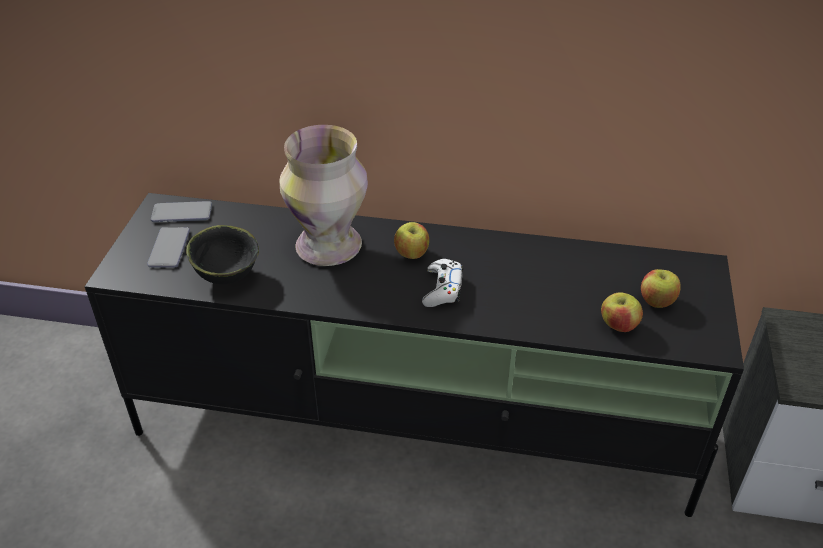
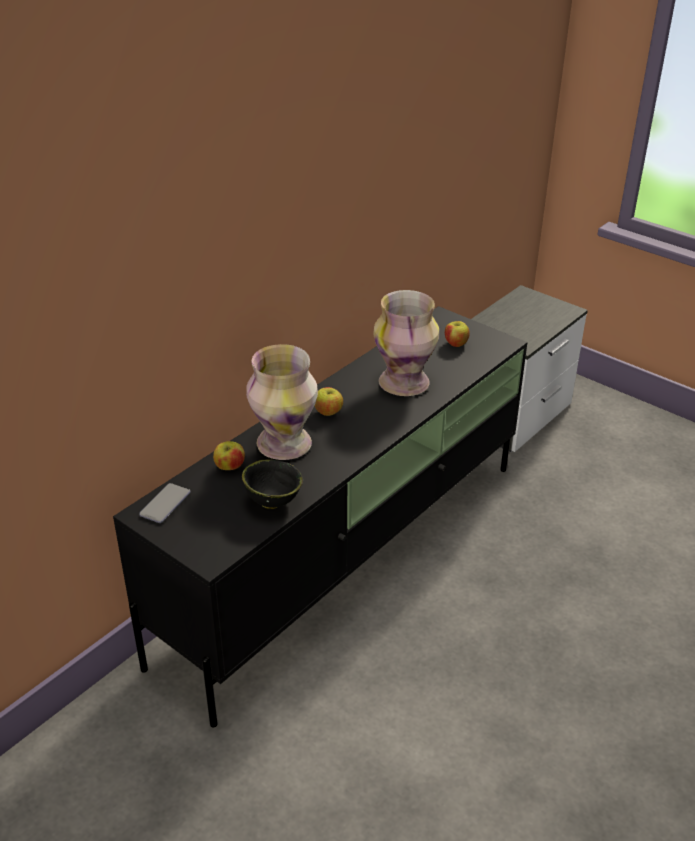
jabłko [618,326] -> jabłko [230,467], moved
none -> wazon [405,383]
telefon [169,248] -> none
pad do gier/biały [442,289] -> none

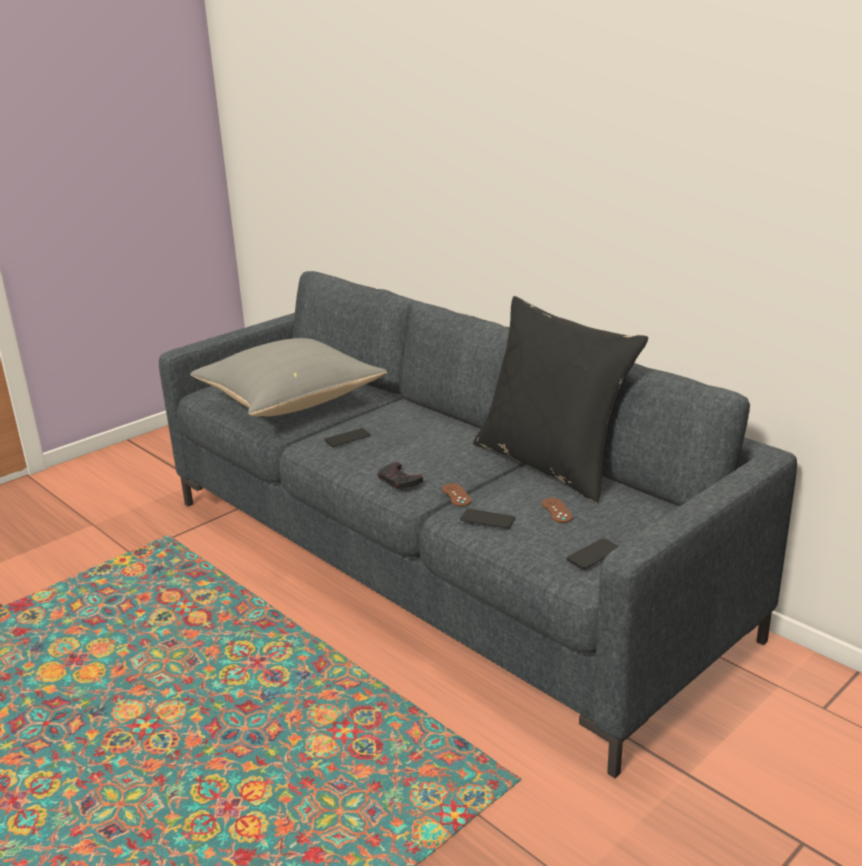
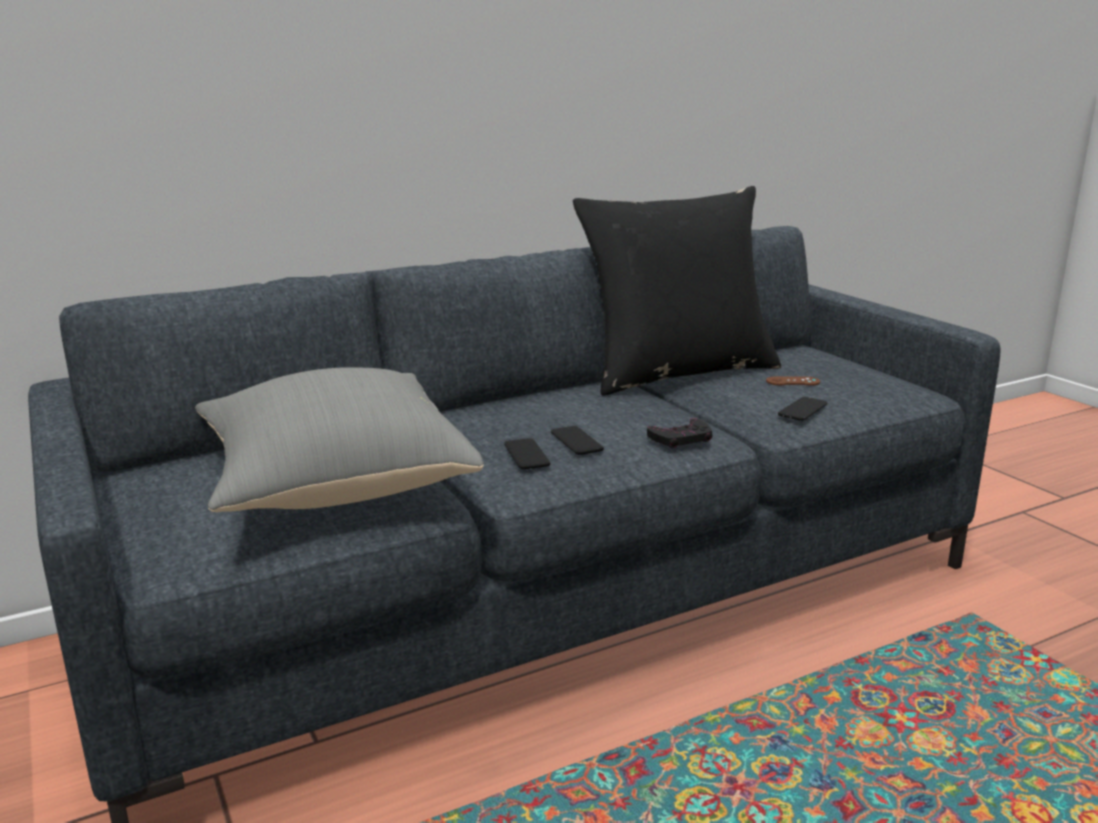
telefon [594,554] -> telefon [576,441], moved
pad do gier/brązowy [456,495] -> none

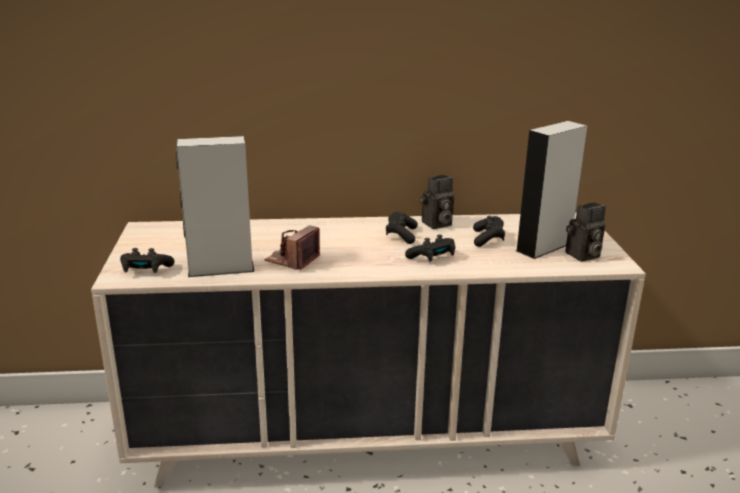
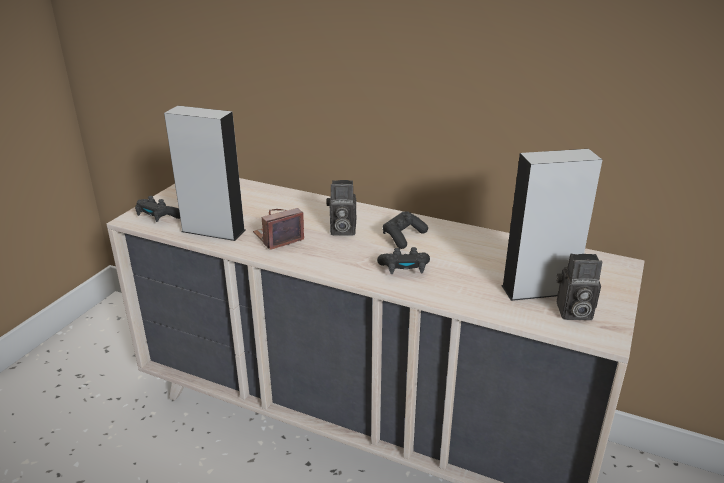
aparat fotograficzny [436,224] -> aparat fotograficzny [341,230], moved
pad do gier/czarny [488,239] -> none

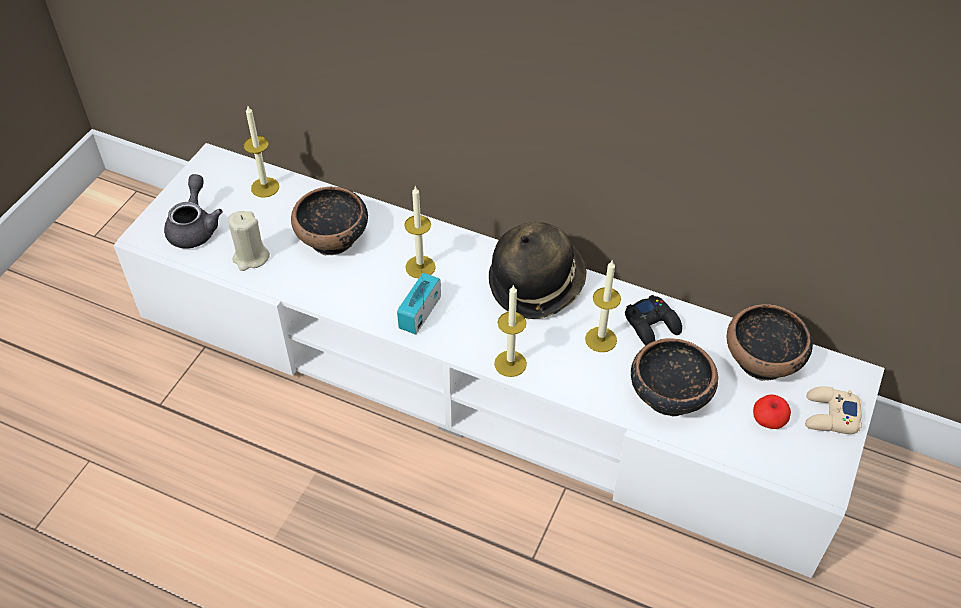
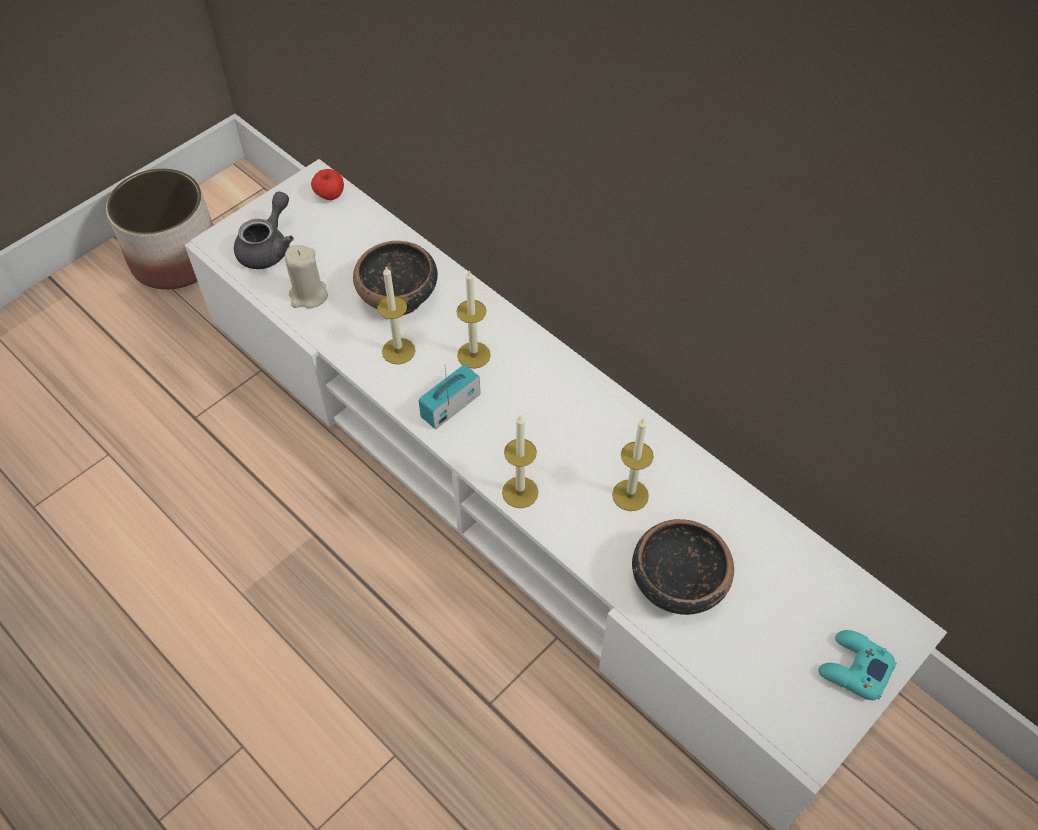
none -> donica [175,258]
jabłko [767,421] -> jabłko [330,195], moved
świeca [265,187] -> świeca [398,351], moved
pad do gier/beżowy [830,416] -> pad do gier/turkusowy [854,669]
kapelusz [536,284] -> none
pad do gier/czarny [652,325] -> none
miska [763,360] -> none

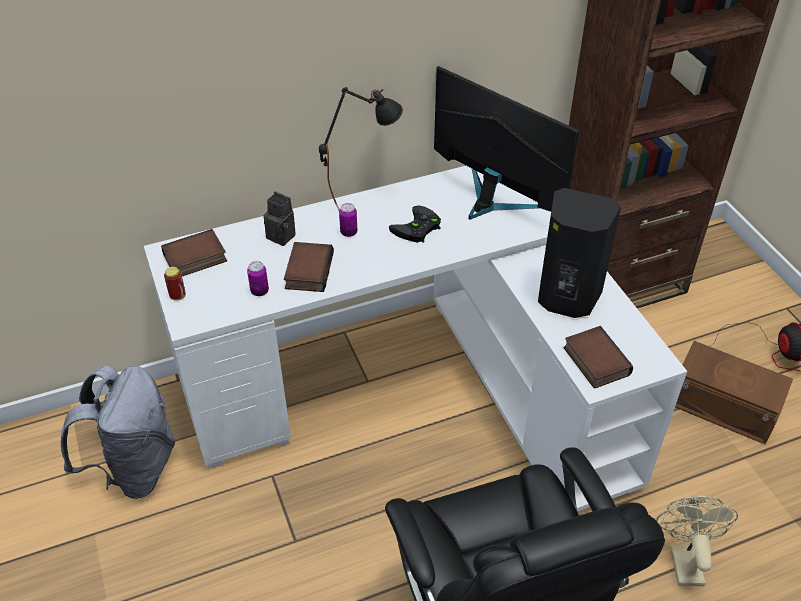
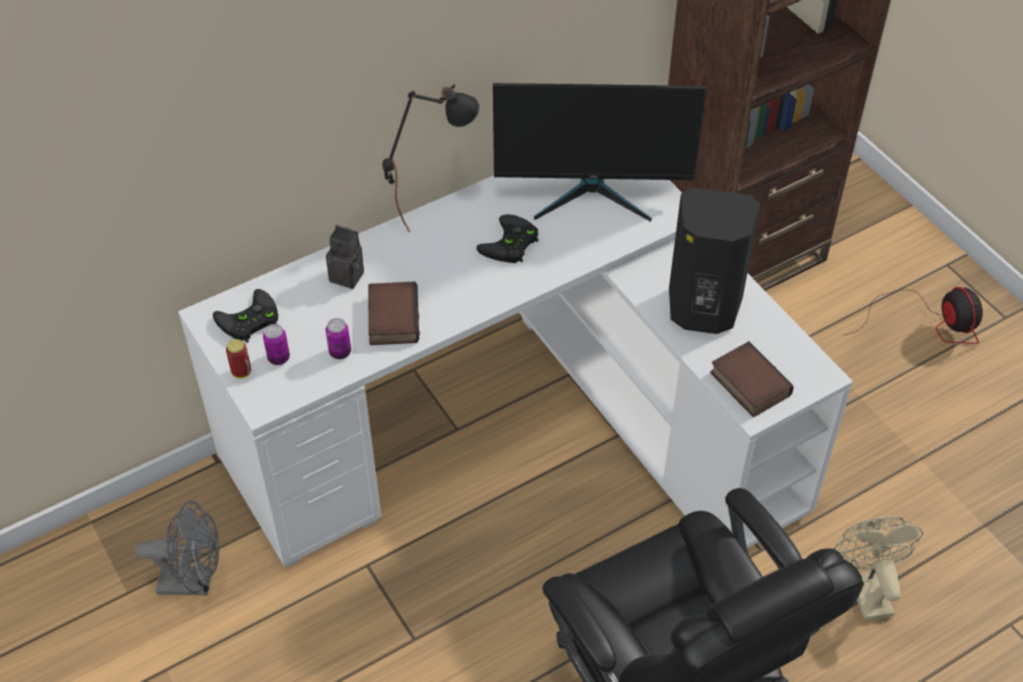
plecak/szary [135,468] -> wentylator/szary [194,582]
książka [195,259] -> pad do gier/czarny [248,321]
puszka [348,232] -> puszka [278,358], moved
monitor [492,200] -> monitor [593,194], 150 degrees clockwise
pojemnik do przechowywania/brązowy [721,405] -> none

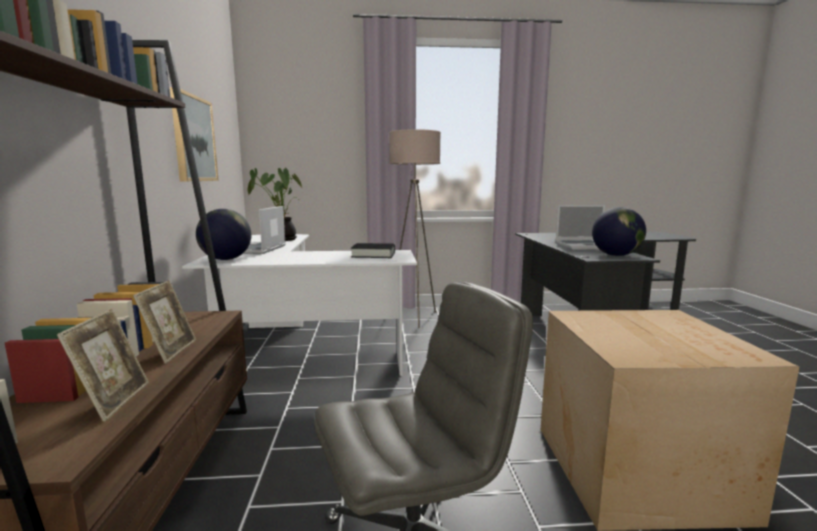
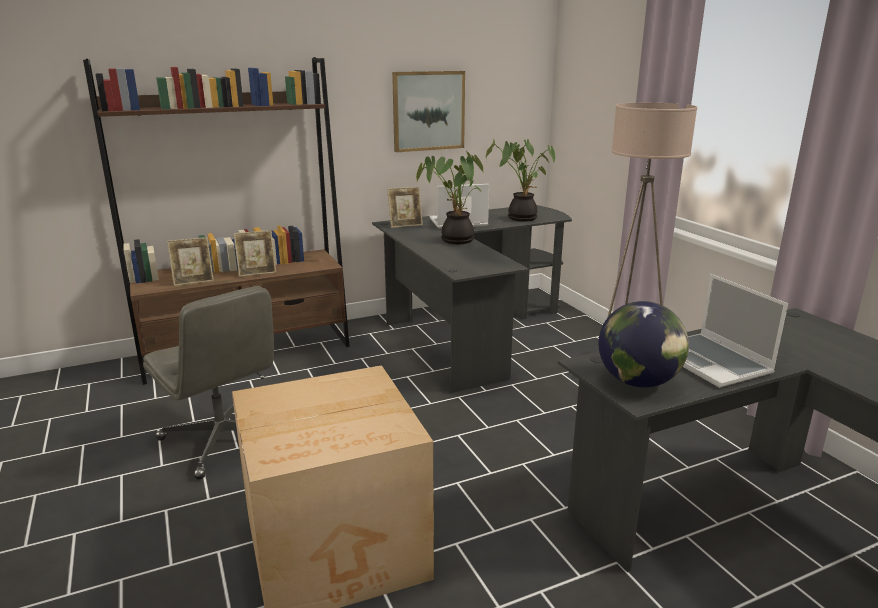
biurko/biały [293,348] -> biurko/czarny [469,329]
globus [226,259] -> ramka na zdjęcie [405,225]
none -> roślina doniczkowa [454,240]
książka/czarny [373,255] -> none

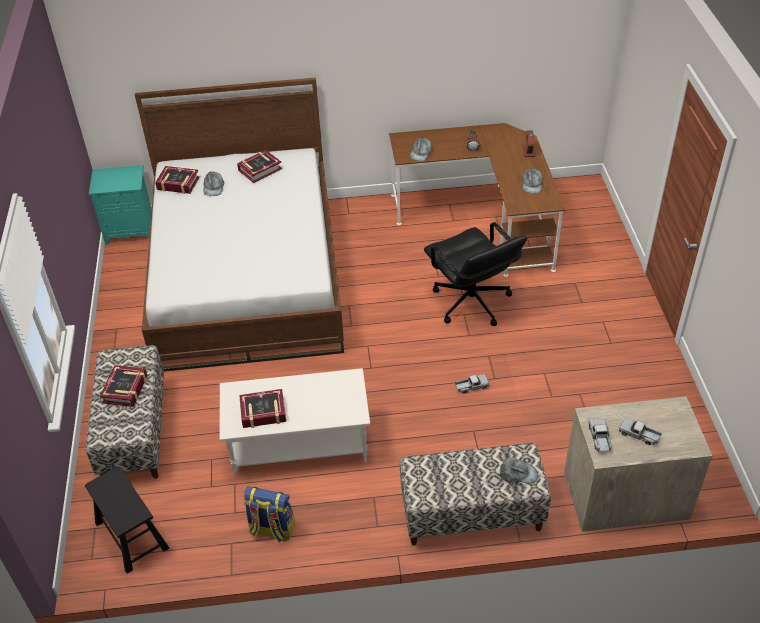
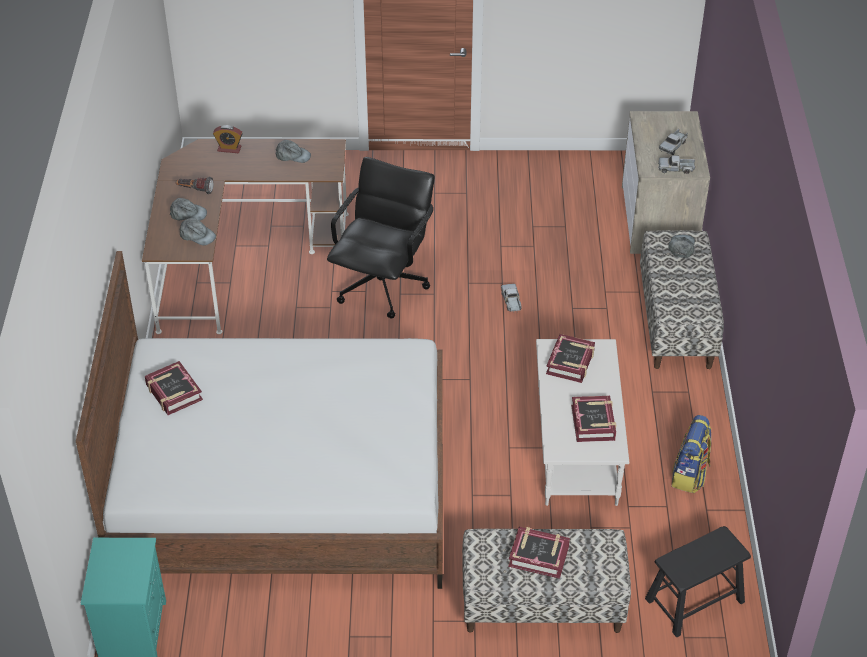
czapka z daszkiem/szary [213,187] -> czapka z daszkiem/szary [188,214], moved
krzesło biurowe/czarny [471,303] -> krzesło biurowe/czarny [382,285], 45 degrees counterclockwise
książka [178,183] -> książka [570,362], moved

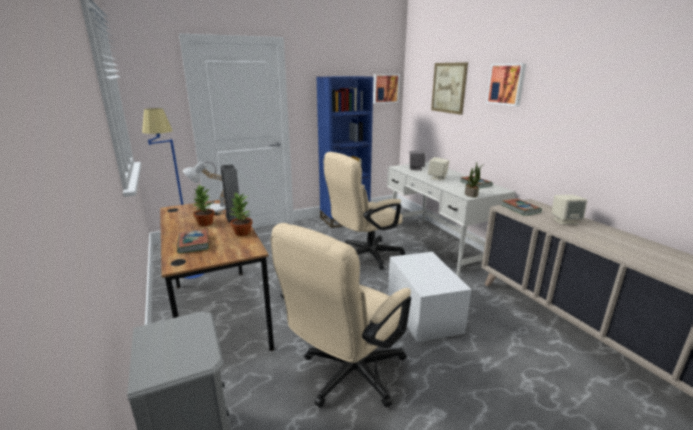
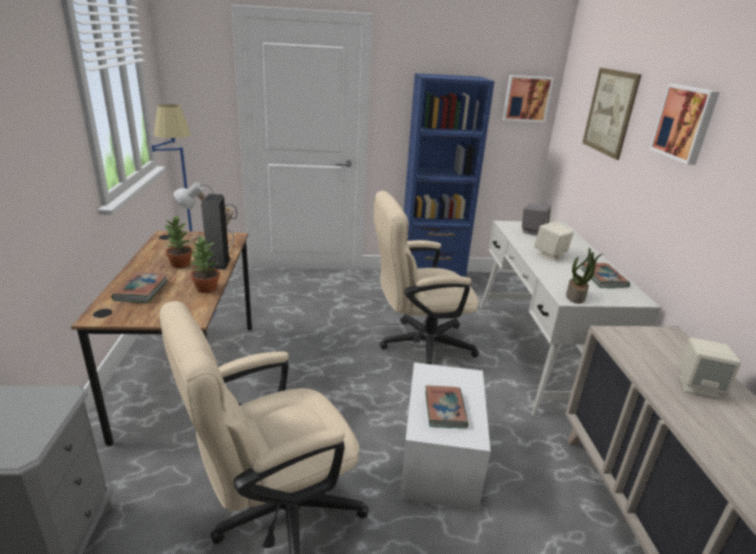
książka [520,209] -> książka [445,410], moved

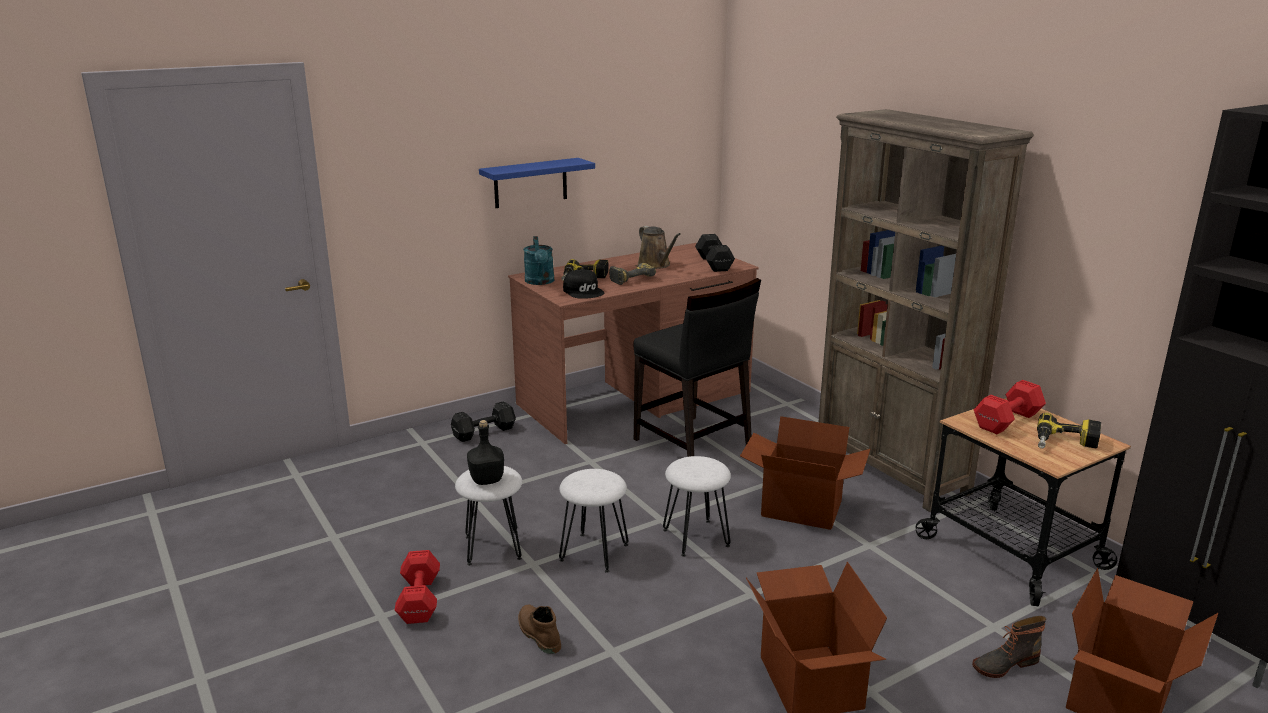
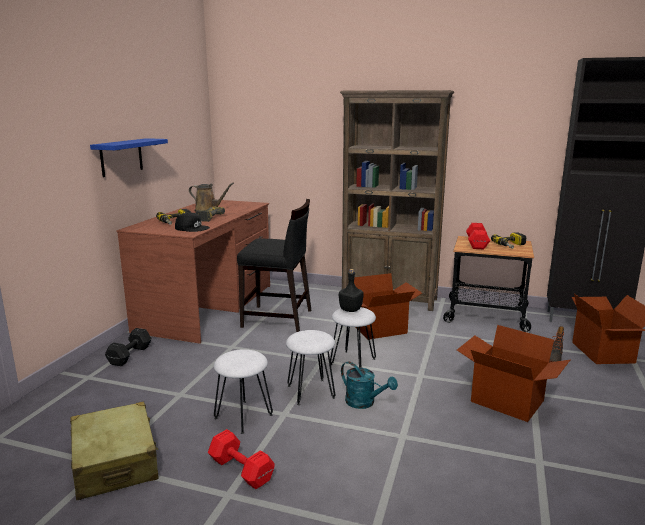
none -> walizka/beżowy [115,462]
butelka/czarny [486,480] -> butelka/czarny [350,310], moved
konewka/turkusowy [540,282] -> konewka/turkusowy [365,403], moved
but z cholewką/brązowy [538,634] -> none
hantel/czarny [714,263] -> none

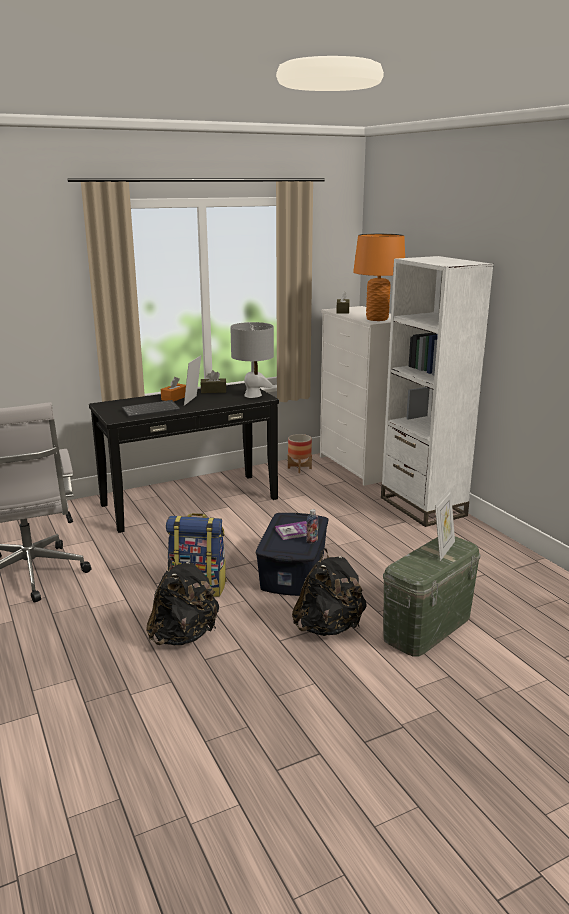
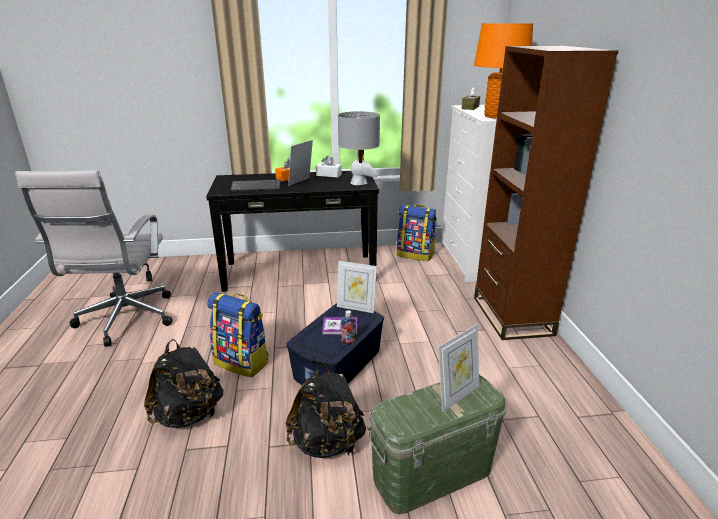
pudełko chusteczek/brązowy [213,391] -> pudełko chusteczek/biały [329,175]
none -> ramka na zdjęcie [356,307]
donica [299,468] -> plecak [415,254]
regał/biały [422,506] -> regał/brązowy [512,316]

